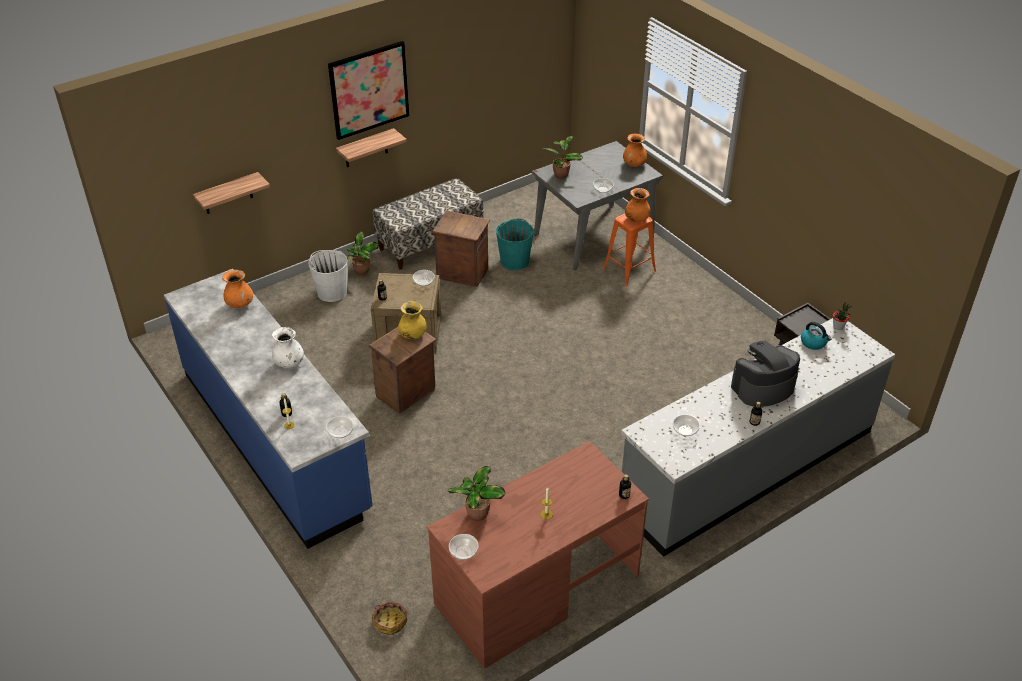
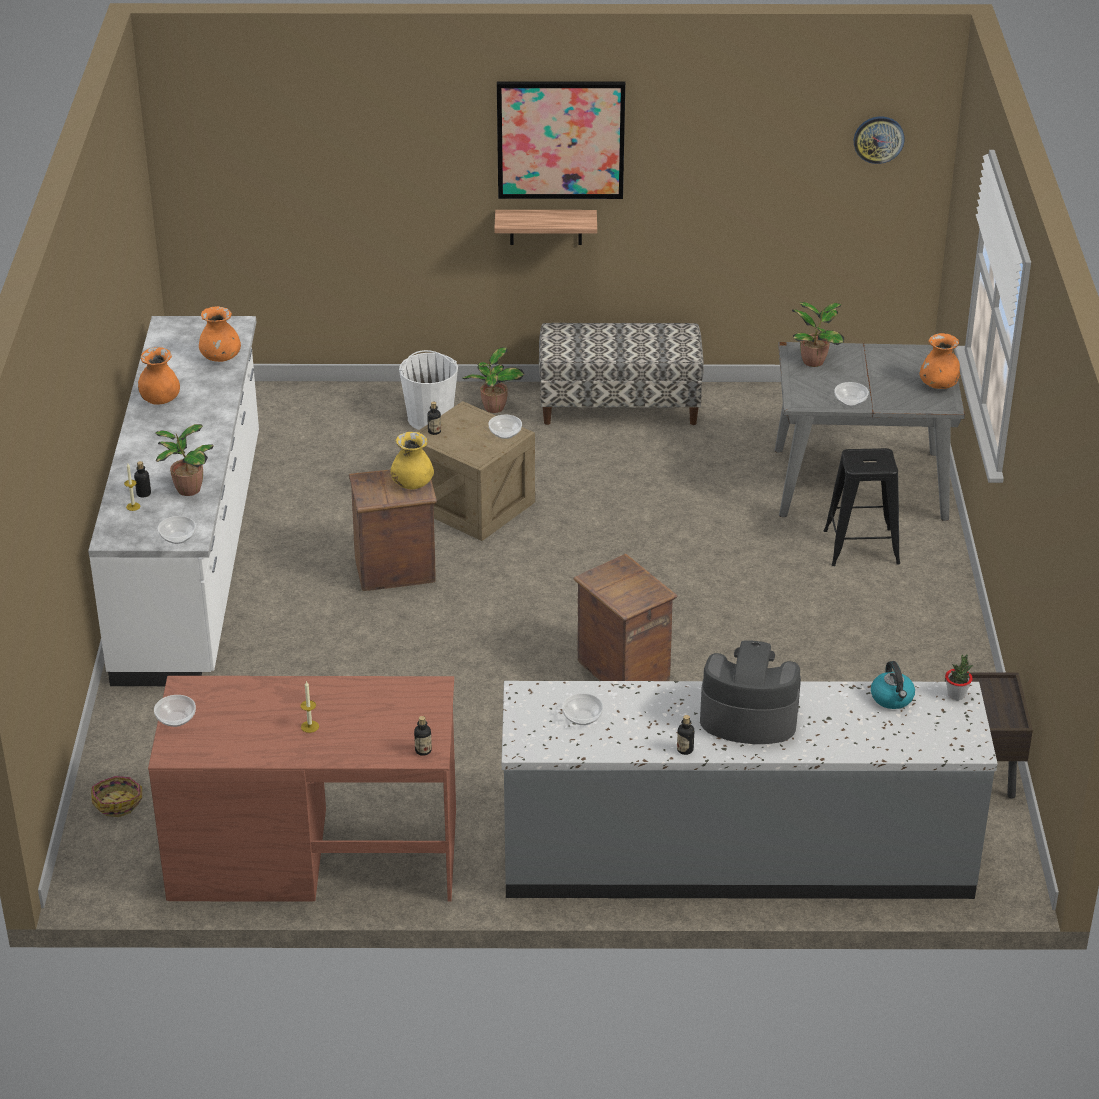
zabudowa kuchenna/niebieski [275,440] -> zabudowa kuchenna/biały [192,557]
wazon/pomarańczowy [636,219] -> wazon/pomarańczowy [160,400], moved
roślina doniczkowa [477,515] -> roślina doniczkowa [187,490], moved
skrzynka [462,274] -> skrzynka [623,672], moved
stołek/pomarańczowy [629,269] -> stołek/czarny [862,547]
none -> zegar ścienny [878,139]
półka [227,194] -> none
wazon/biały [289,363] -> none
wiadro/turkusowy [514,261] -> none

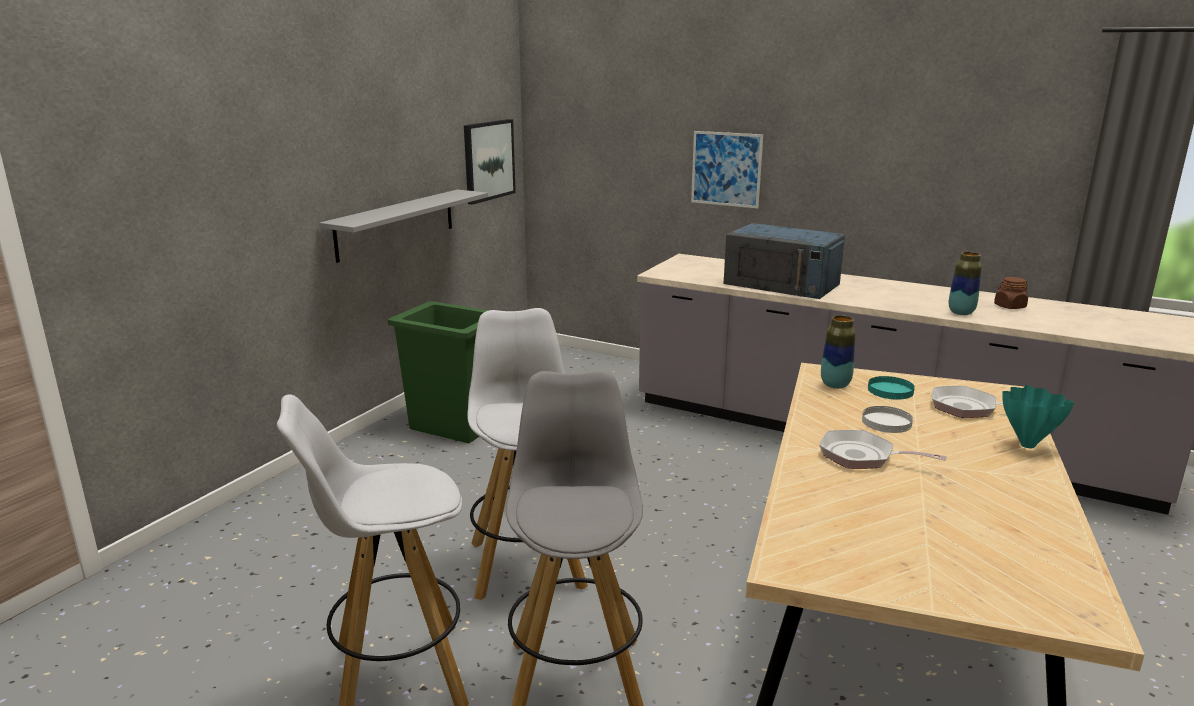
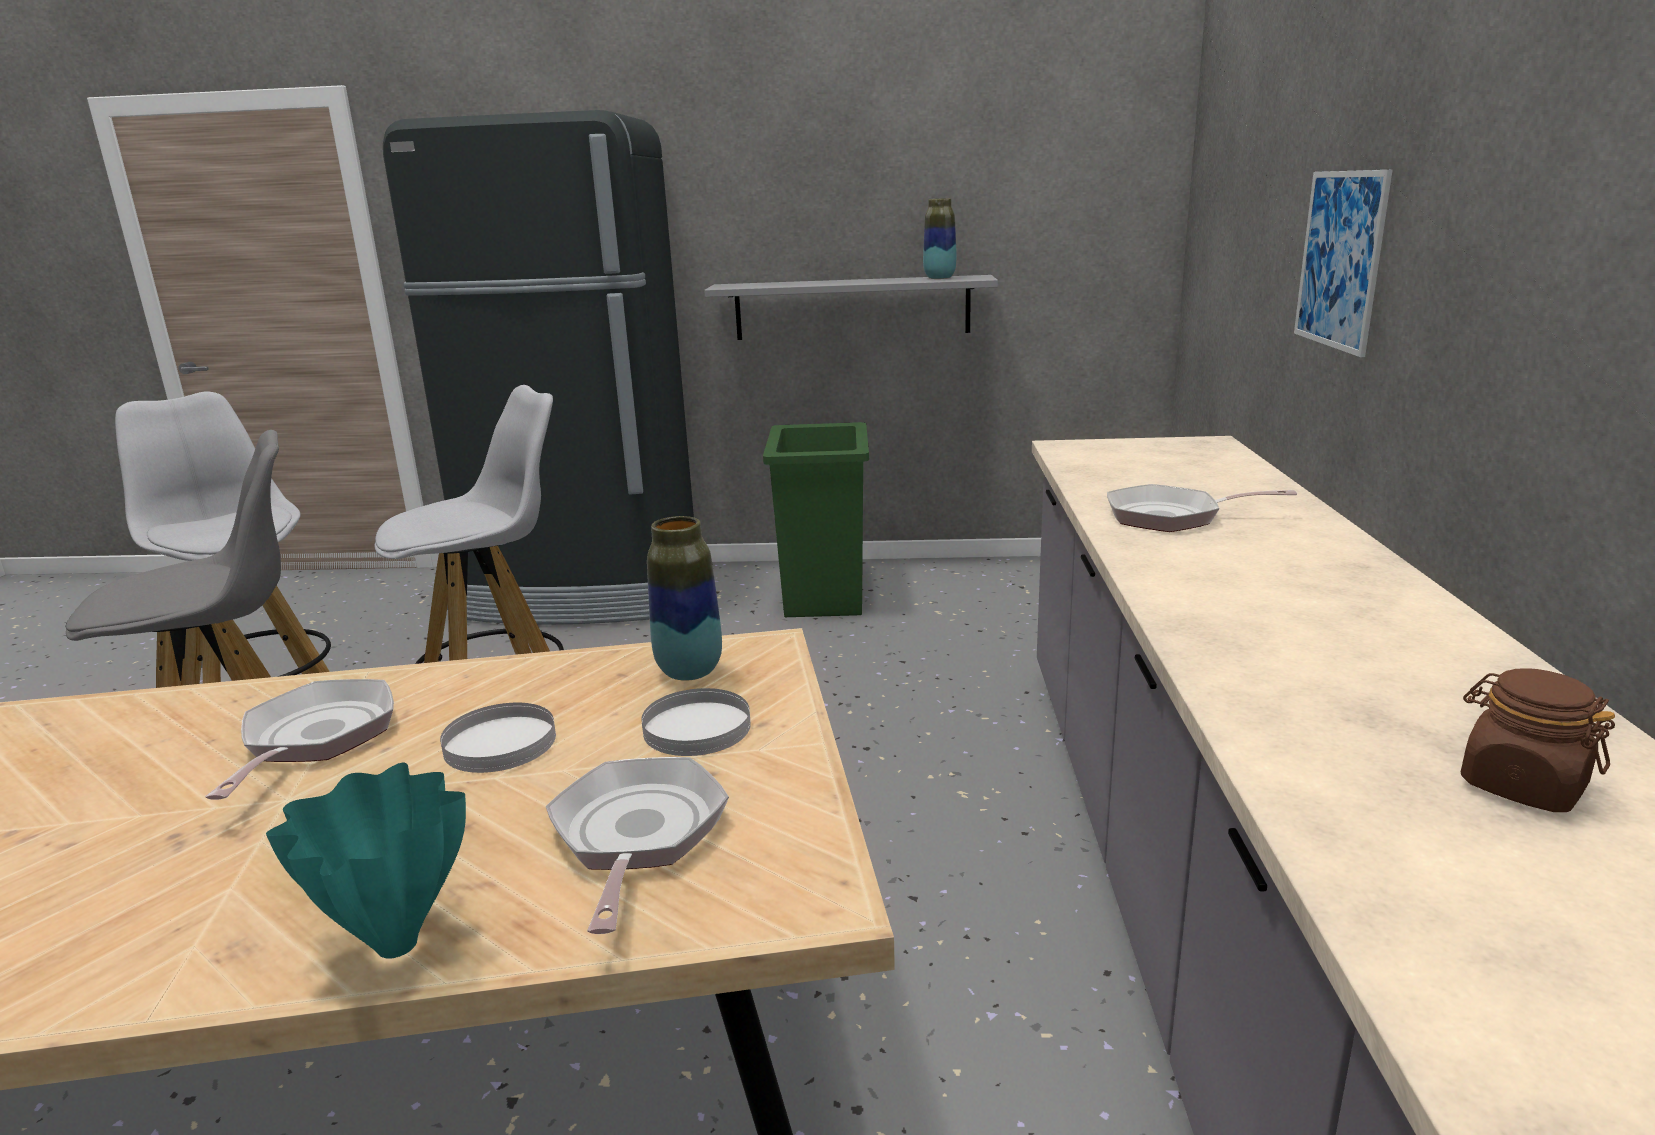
none -> lodówka/czarny [588,593]
talerz/turkusowy [890,390] -> talerz/biały [697,727]
wazon [961,312] -> wazon [939,278], moved
mikrofalówka/niebieski [782,284] -> patelnia [1171,517]
obraz [488,160] -> none

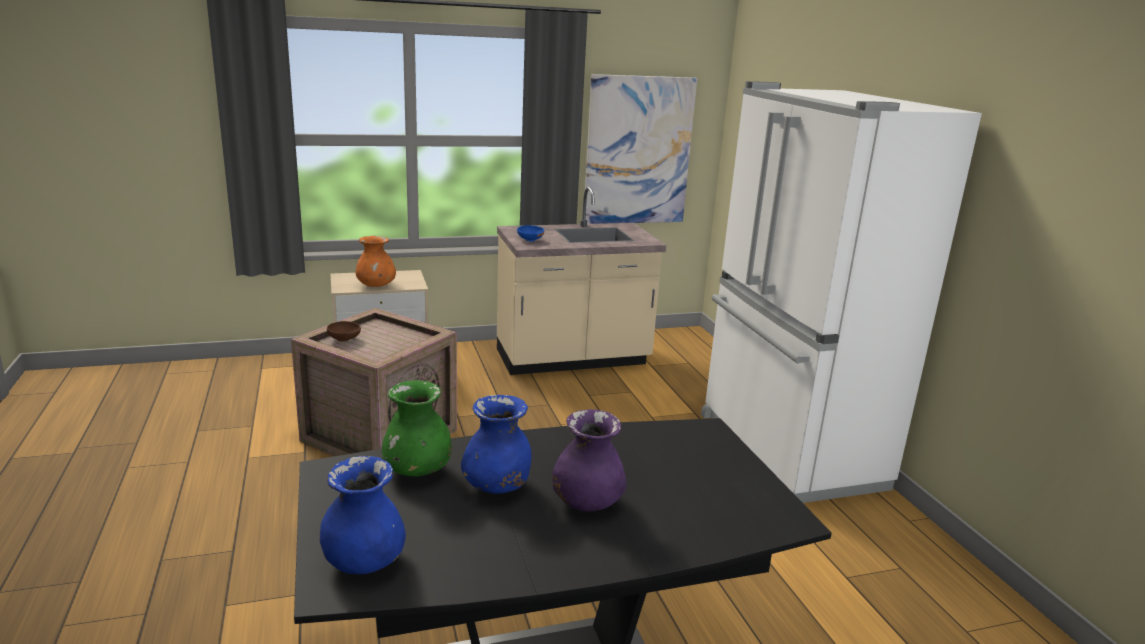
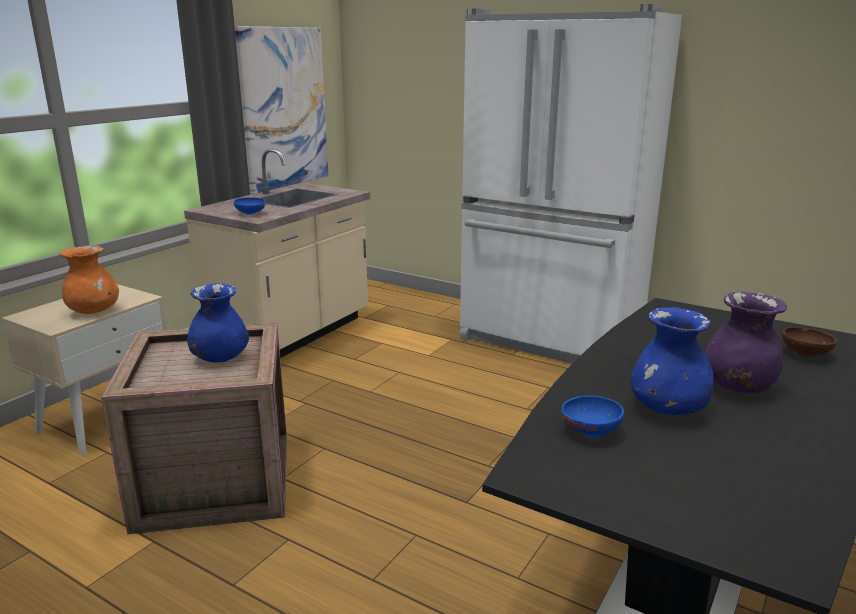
wazon/niebieski [364,562] -> wazon/niebieski [220,358], moved
wazon/zielony [417,470] -> miska/niebieski [589,431]
miska/brązowy [345,340] -> miska/brązowy [806,354], moved

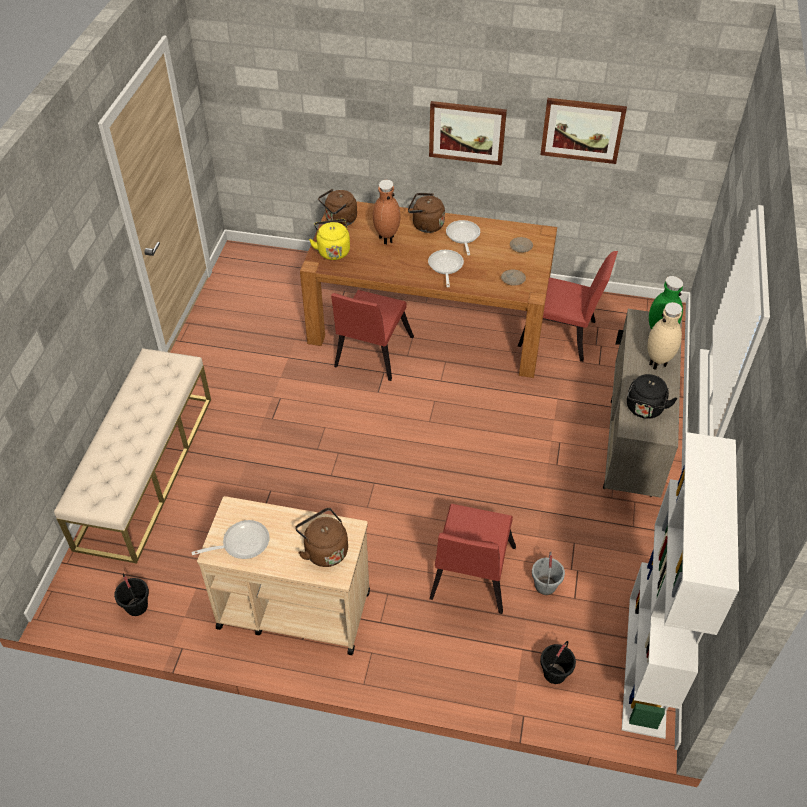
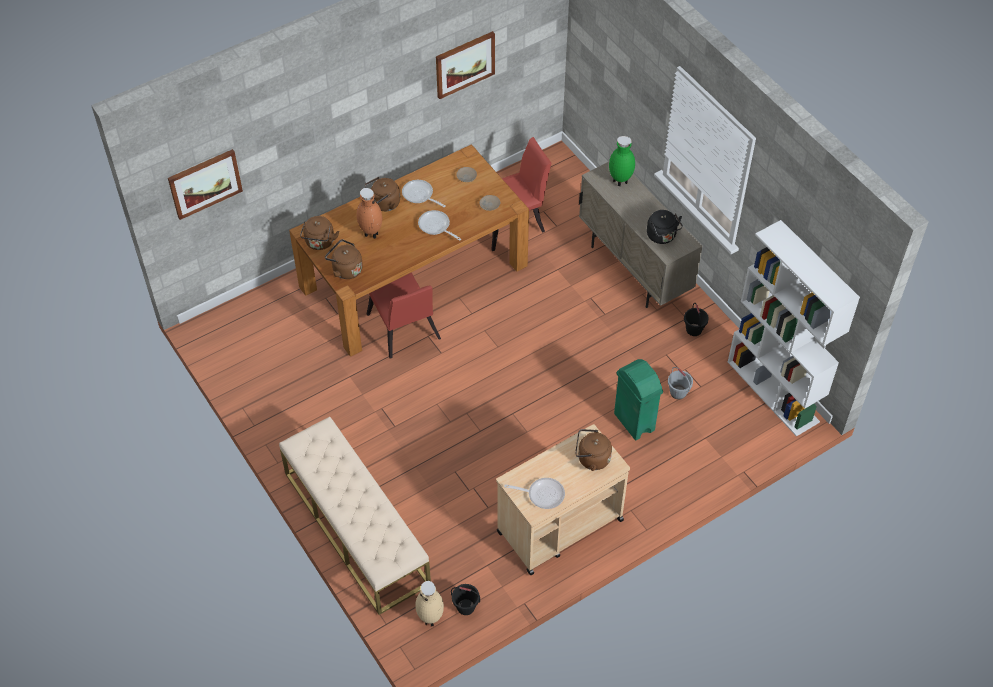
obraz [467,132] -> obraz [205,183], moved
czajnik/żółty [333,250] -> czajnik/brązowy [345,269]
wazon/beżowy [658,364] -> wazon/beżowy [431,619], moved
patelnia [241,543] -> patelnia [542,494], 75 degrees clockwise
krzesło/czerwony [470,578] -> kosz na śmieci/zielony [634,422]
wiadro/czarny [555,673] -> wiadro/czarny [694,329], moved

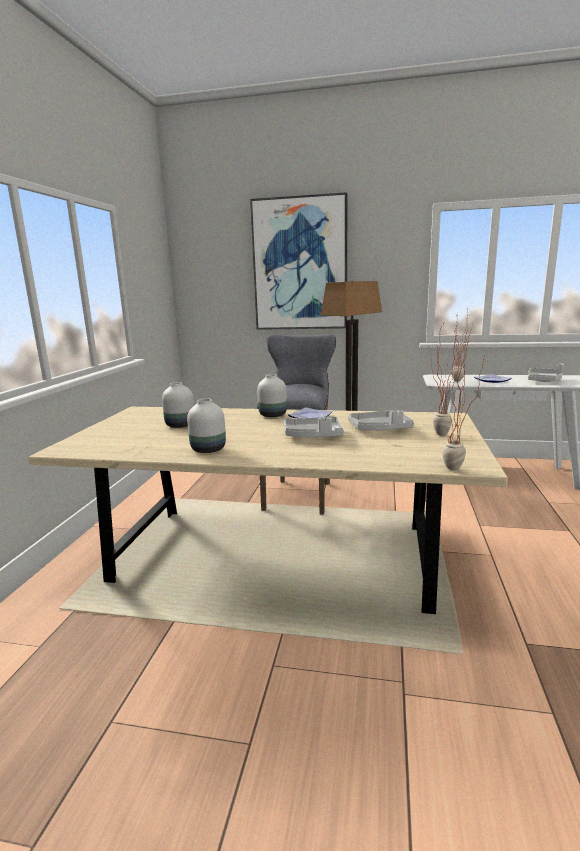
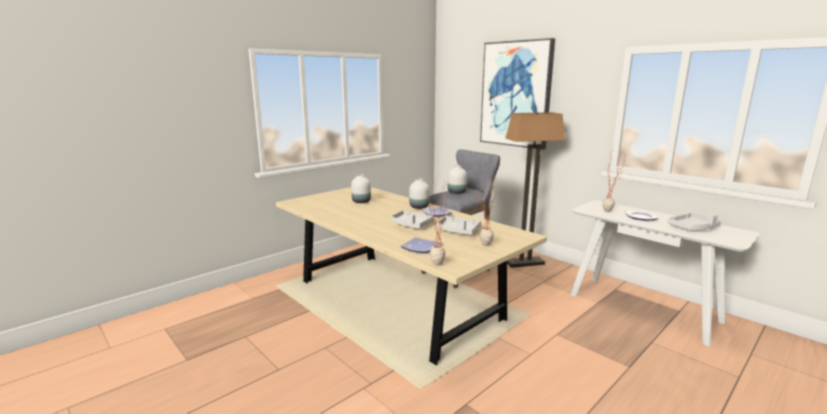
none -> talerz [420,248]
wazon/biały [208,450] -> wazon/biały [456,192], moved

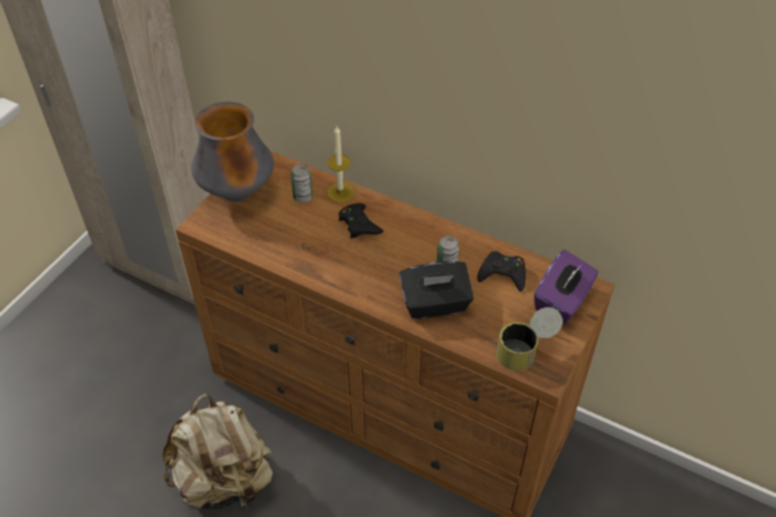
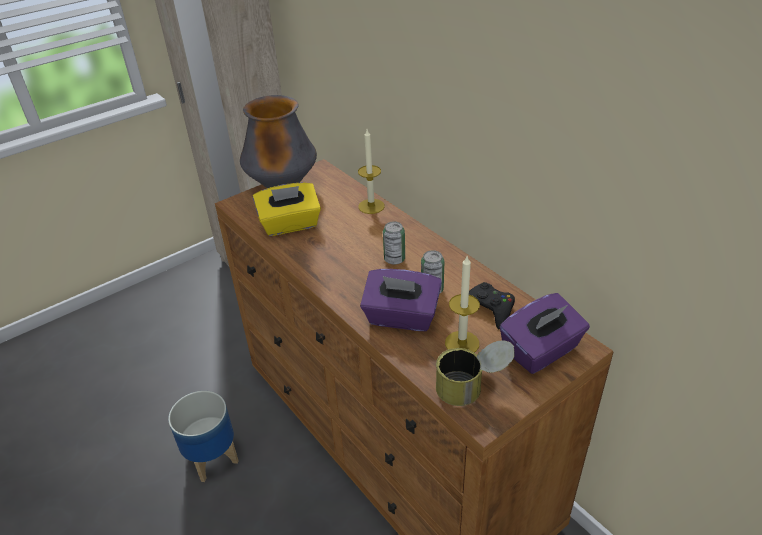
plecak/beżowy [224,480] -> donica [213,458]
none -> pudełko chusteczek/żółty [290,225]
pudełko chusteczek/czarny [435,304] -> pudełko chusteczek/fioletowy [401,317]
puszka [302,197] -> puszka [394,259], moved
none -> świeca [462,343]
pad do gier/czarny [359,224] -> none

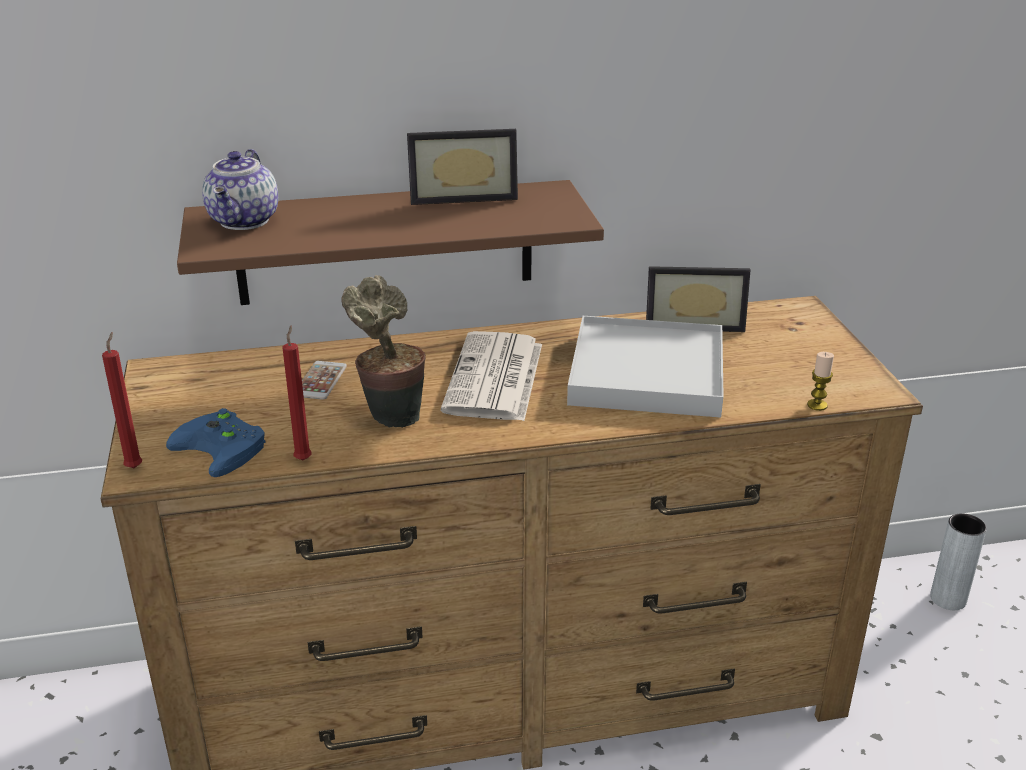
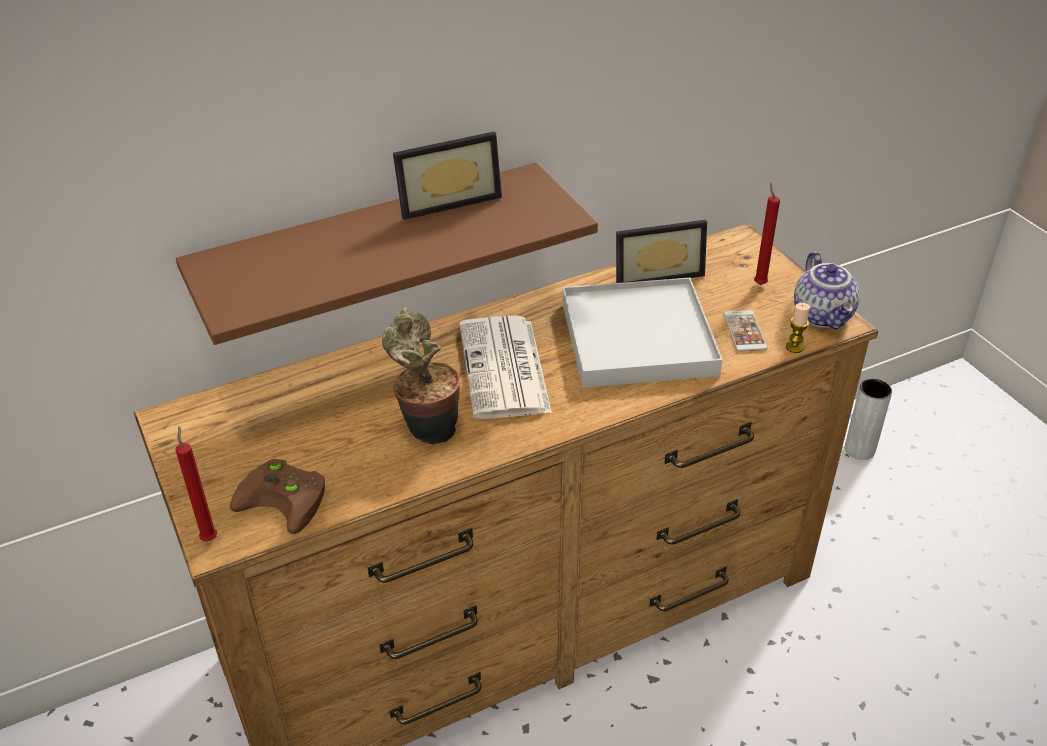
pad do gier/niebieski [224,448] -> pad do gier/brązowy [287,498]
telefon [320,381] -> telefon [744,331], moved
świeca/czerwony [304,458] -> świeca/czerwony [759,283], moved
imbryk [245,221] -> imbryk [824,316], moved

